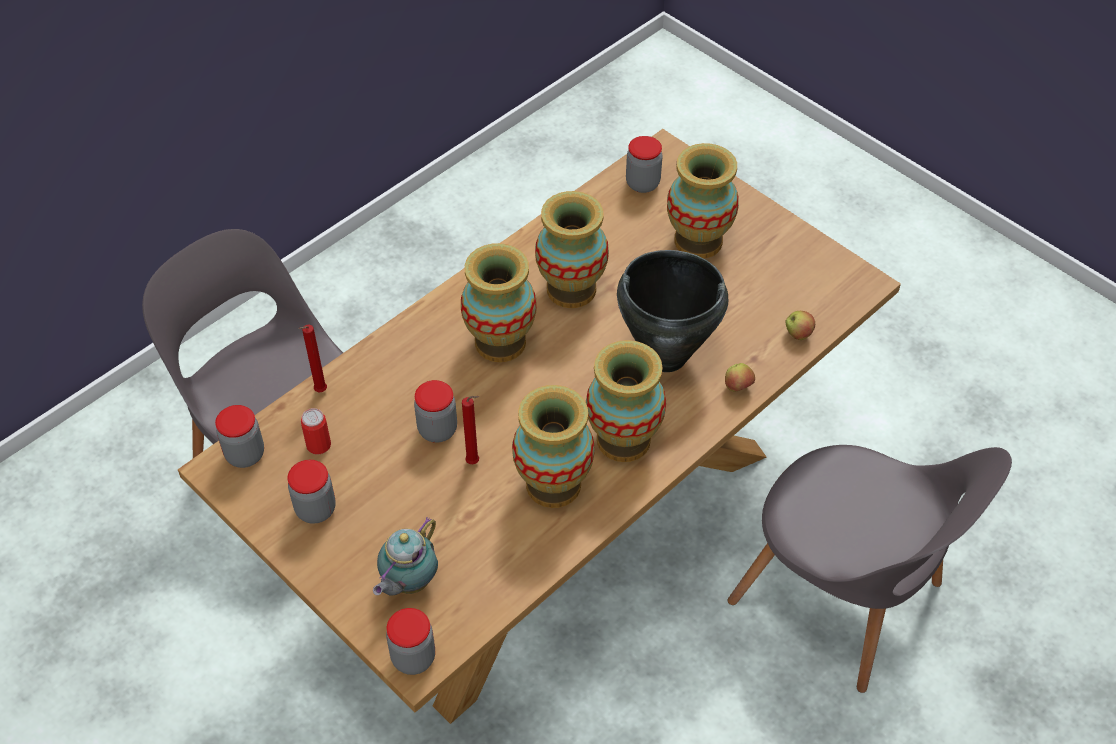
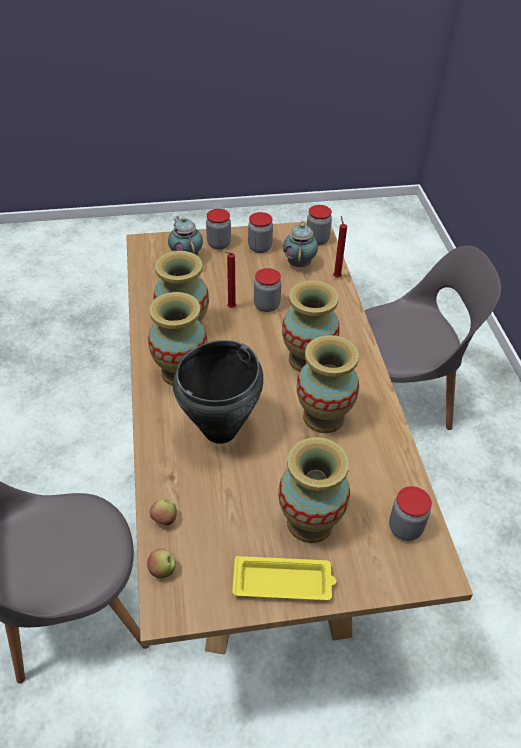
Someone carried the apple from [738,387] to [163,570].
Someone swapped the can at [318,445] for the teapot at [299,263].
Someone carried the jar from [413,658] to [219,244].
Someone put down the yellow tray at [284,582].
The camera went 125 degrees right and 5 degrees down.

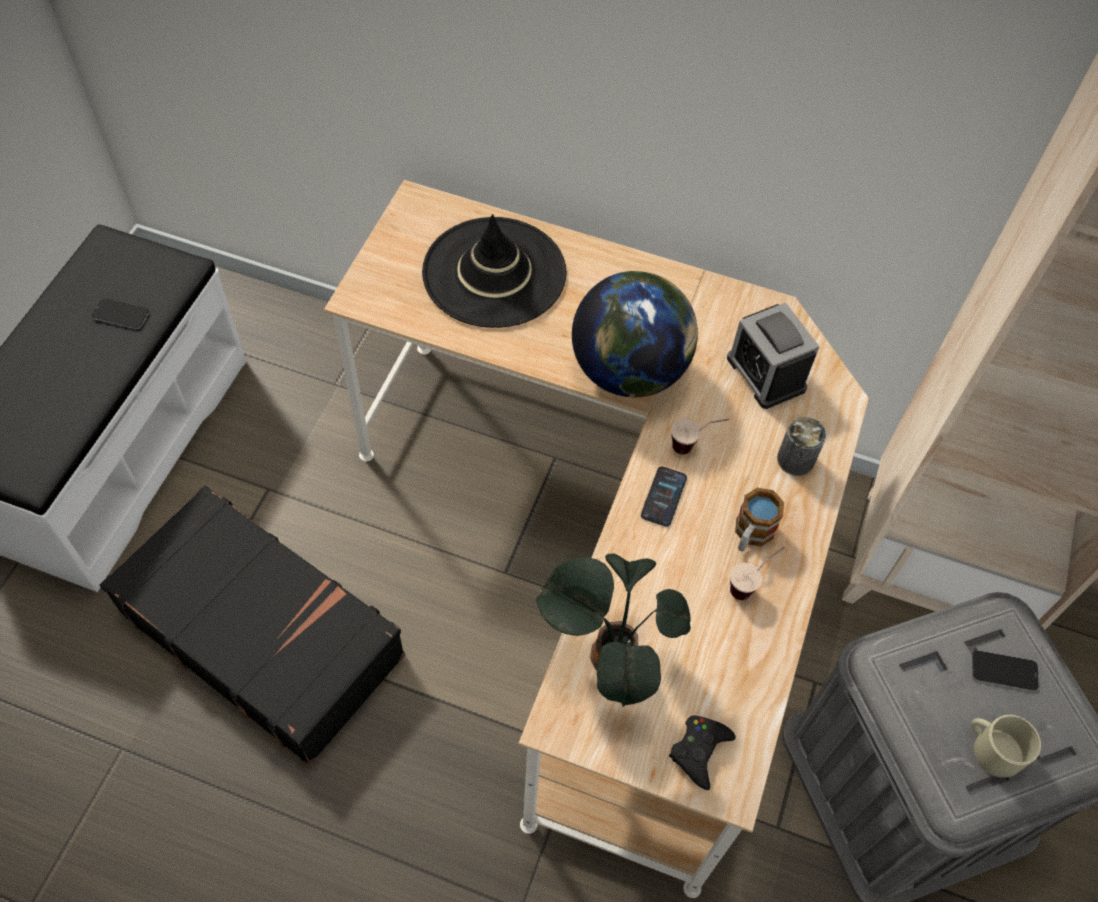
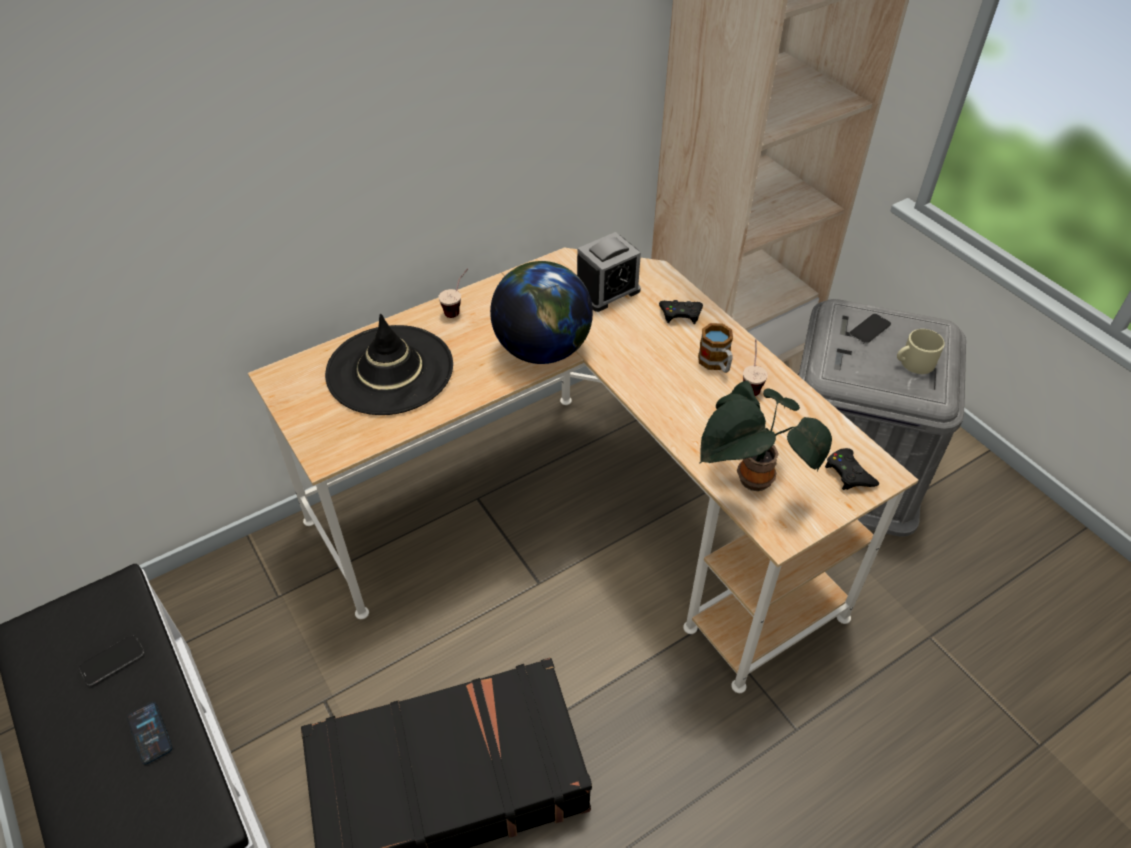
Someone rotated the alarm clock at [766,373] by 45 degrees counterclockwise.
Someone swapped the can at [795,459] for the black game controller at [680,314].
Someone carried the cup from [694,446] to [457,308].
Someone carried the phone from [663,497] to [149,733].
The camera went 50 degrees left and 10 degrees down.

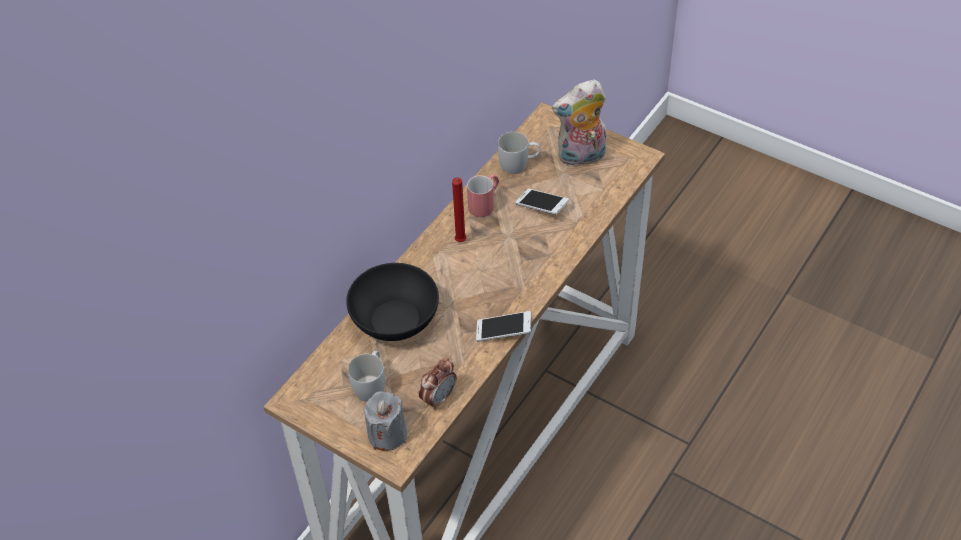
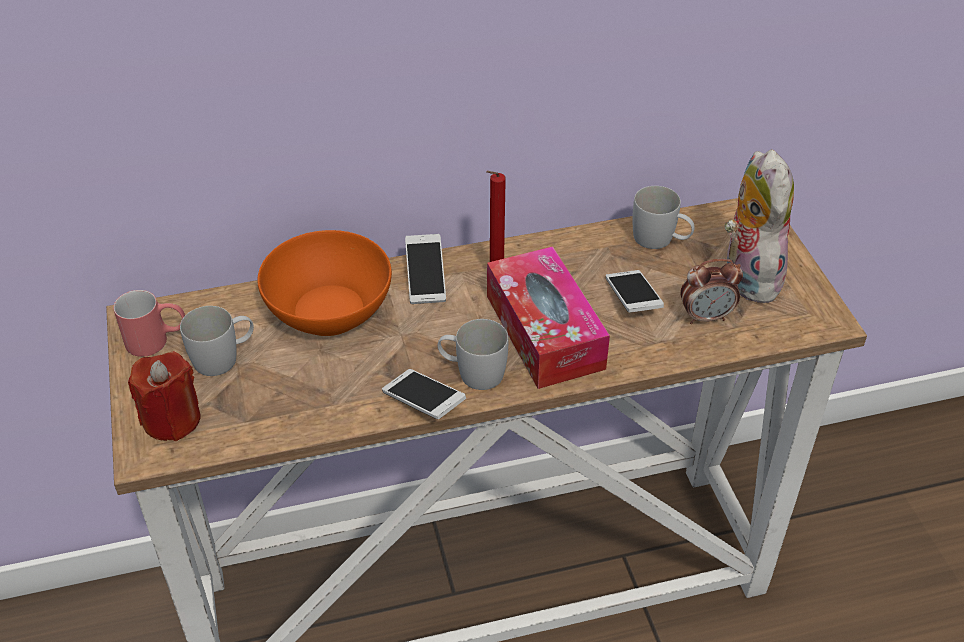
Someone rotated the plush toy at [581,157] by 60 degrees clockwise.
Someone carried the red mug from [485,203] to [157,340].
Someone repainted the black bowl at [395,320], which became the orange bowl at [328,311].
Someone carried the alarm clock from [439,398] to [706,317].
Someone repainted the grey candle at [387,434], which became the red candle at [172,419].
Someone put down the phone at [425,278].
Someone put down the tissue box at [544,332].
Someone put down the white mug at [472,372].
The camera went 40 degrees right and 5 degrees down.

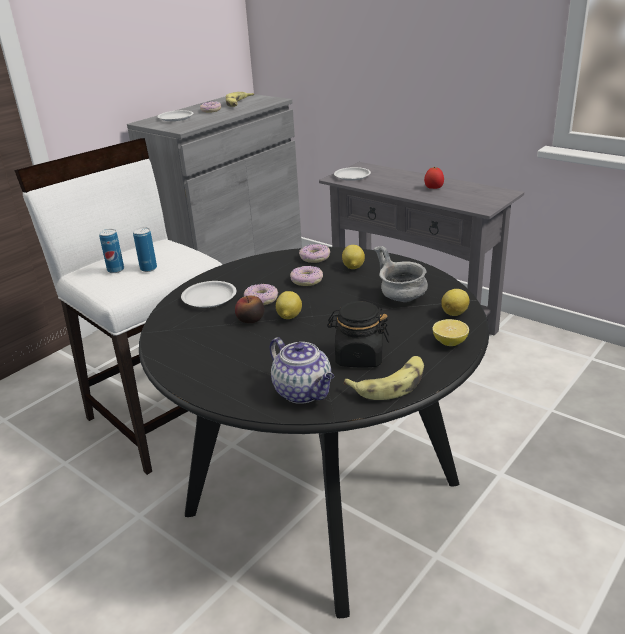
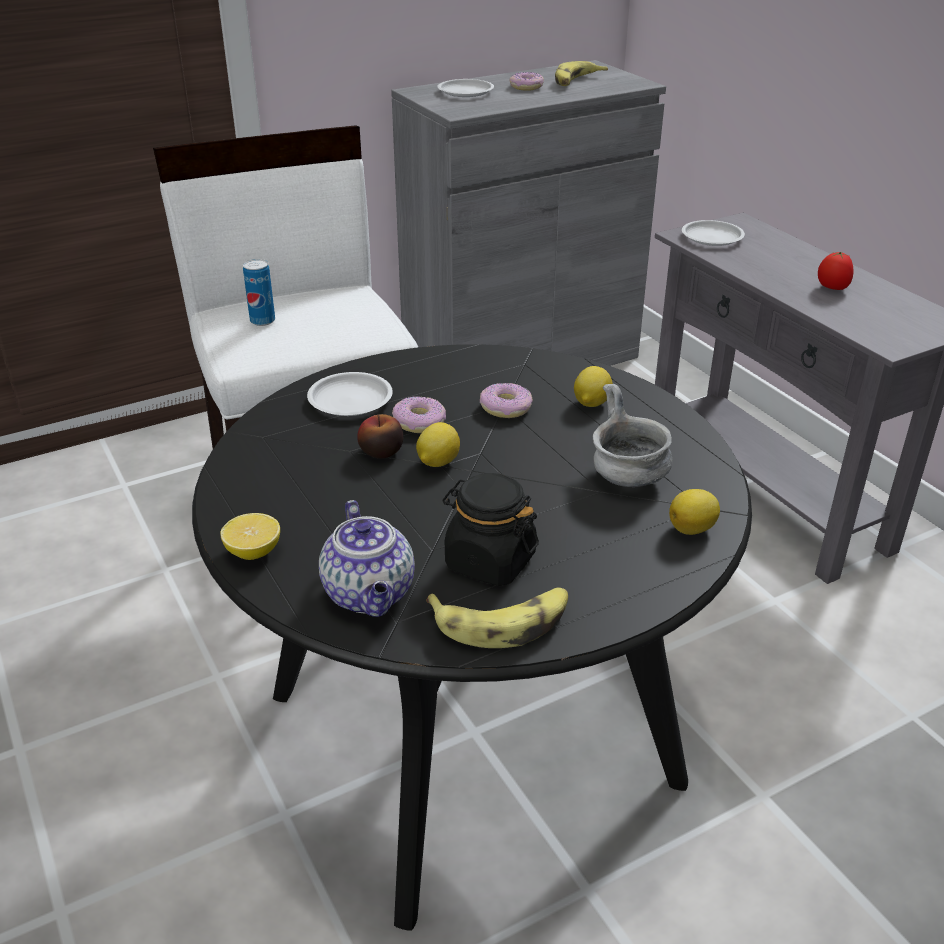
Someone took away the can at [148,268].
Someone took away the donut at [315,258].
Someone carried the lemon from [450,342] to [253,552].
The camera went 20 degrees right and 5 degrees up.

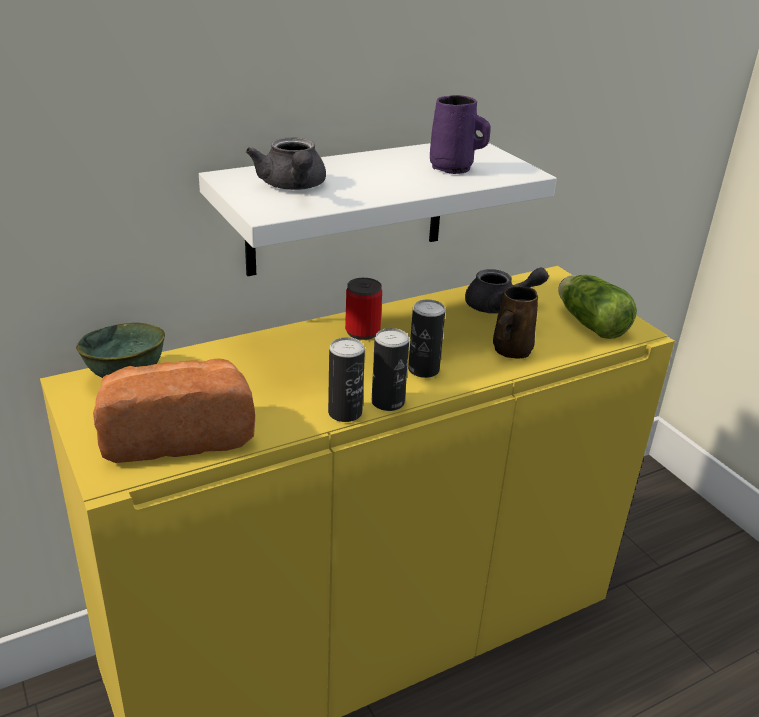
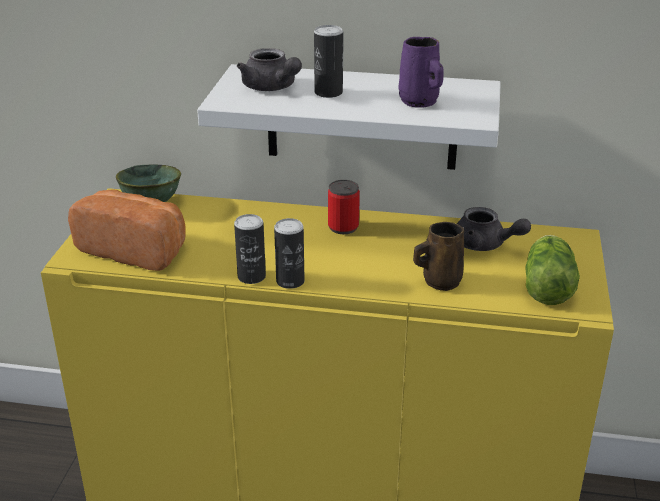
Someone rotated the grey teapot at [292,187] by 60 degrees counterclockwise.
Someone carried the can from [423,370] to [328,92].
The camera went 40 degrees right and 0 degrees up.

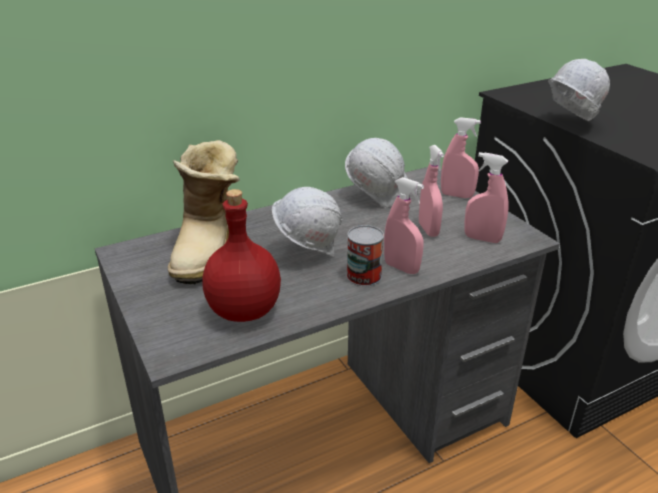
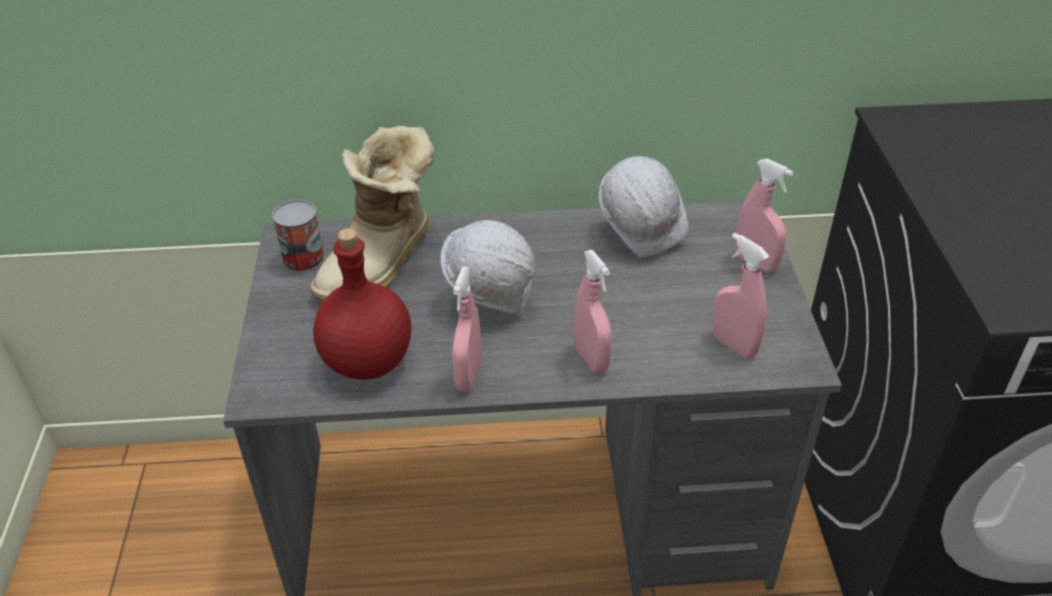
Someone took away the white hard hat at [567,124].
Someone carried the pink spray bottle from [428,230] to [468,376].
Someone carried the can from [364,276] to [303,258].
The camera went 25 degrees right and 10 degrees up.

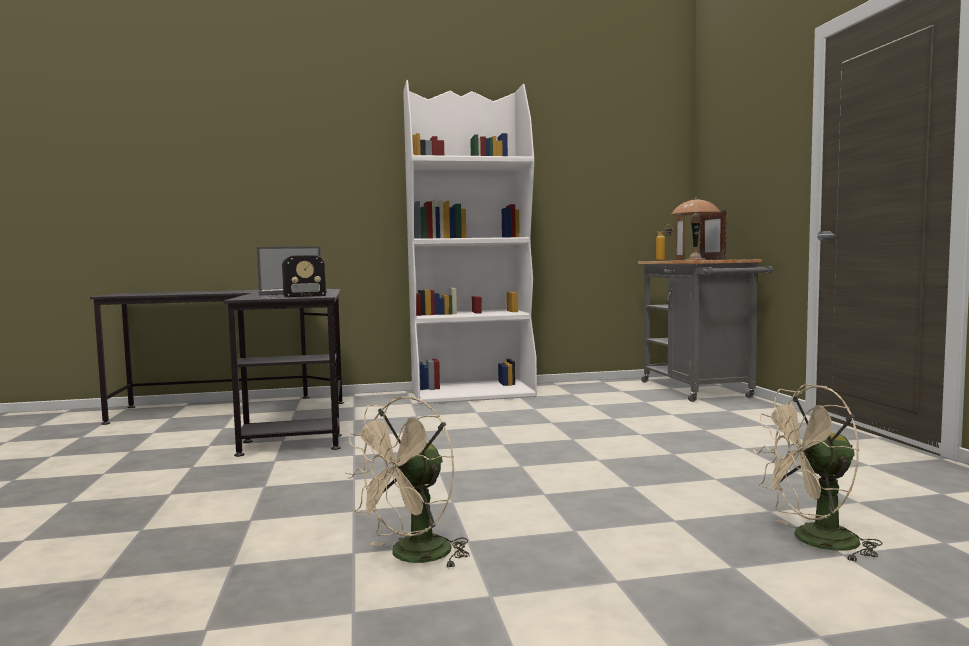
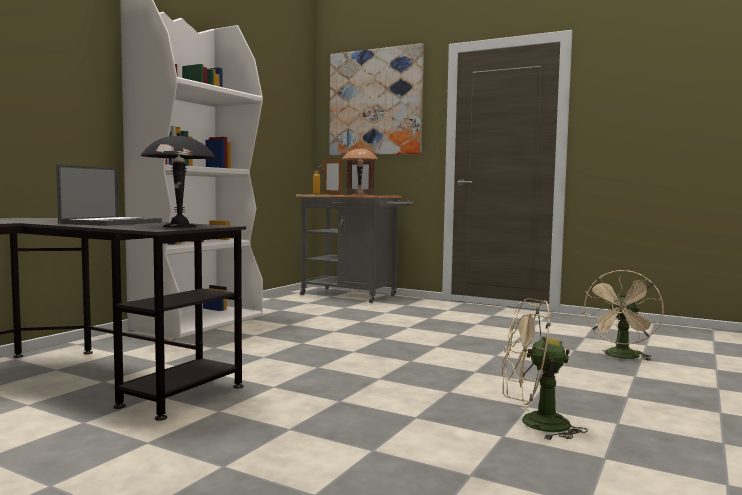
Someone swapped the radio at [289,296] for the black table lamp at [179,226].
Someone rotated the beige fan at [412,557] by 105 degrees clockwise.
Someone put up the picture at [375,102].
The camera went 50 degrees left and 0 degrees up.

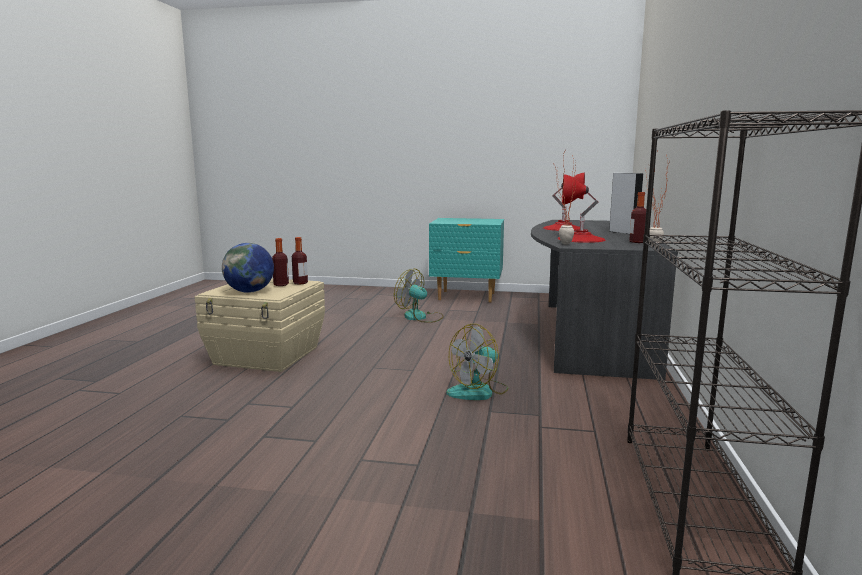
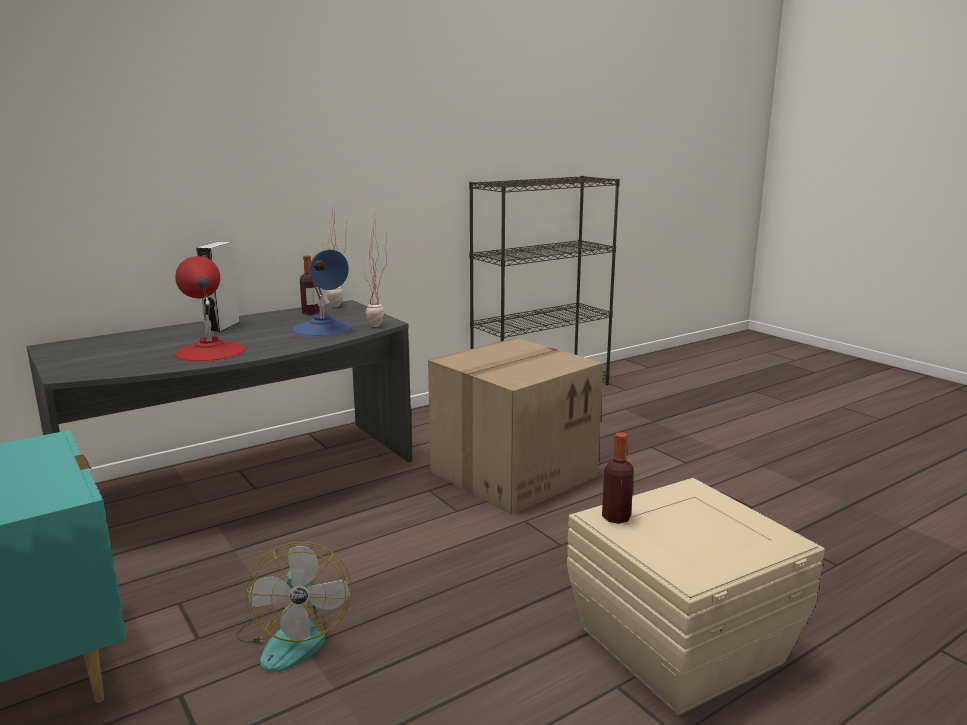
Someone repainted the red table lamp at [581,239], which became the blue table lamp at [323,328].
Someone took away the bottle at [281,284].
Someone took away the globe at [250,291].
Someone swapped the fan at [478,391] for the cardboard box at [513,472].
The camera went 135 degrees left and 5 degrees up.

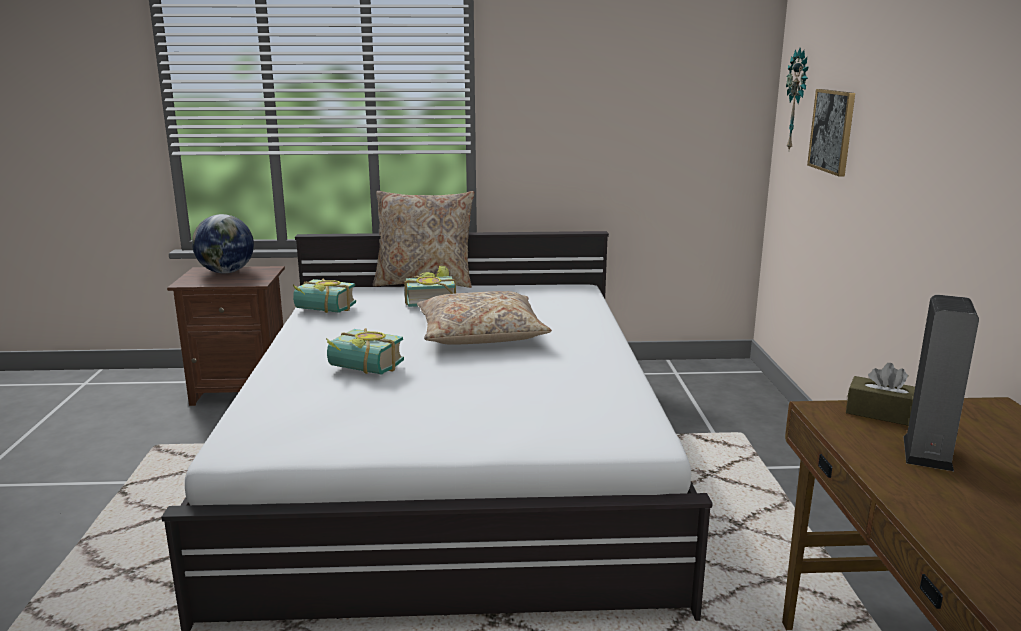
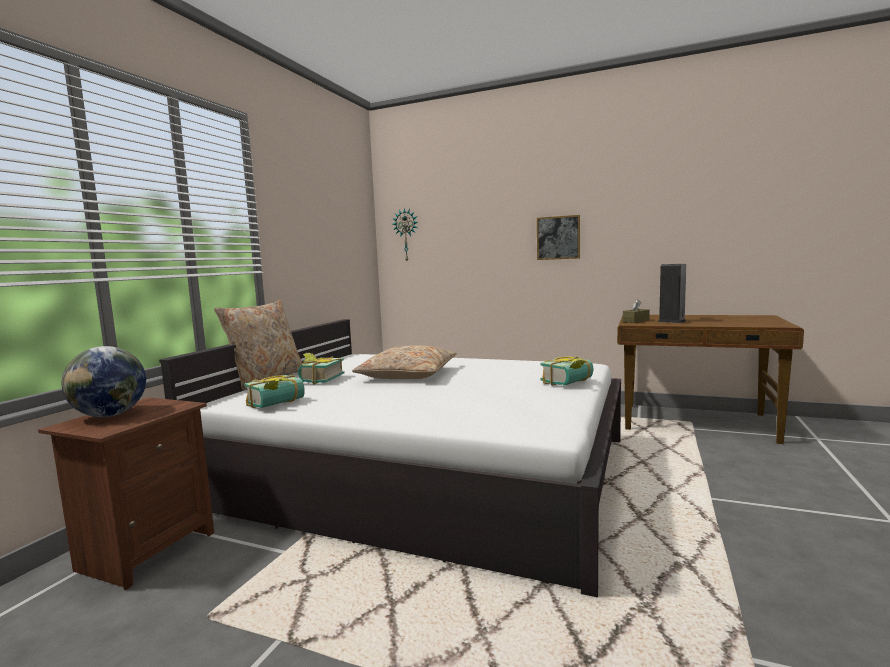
Someone carried the picture from [832,131] to [558,237].
Someone carried the book from [362,370] to [571,383].
The camera went 65 degrees left and 10 degrees down.

